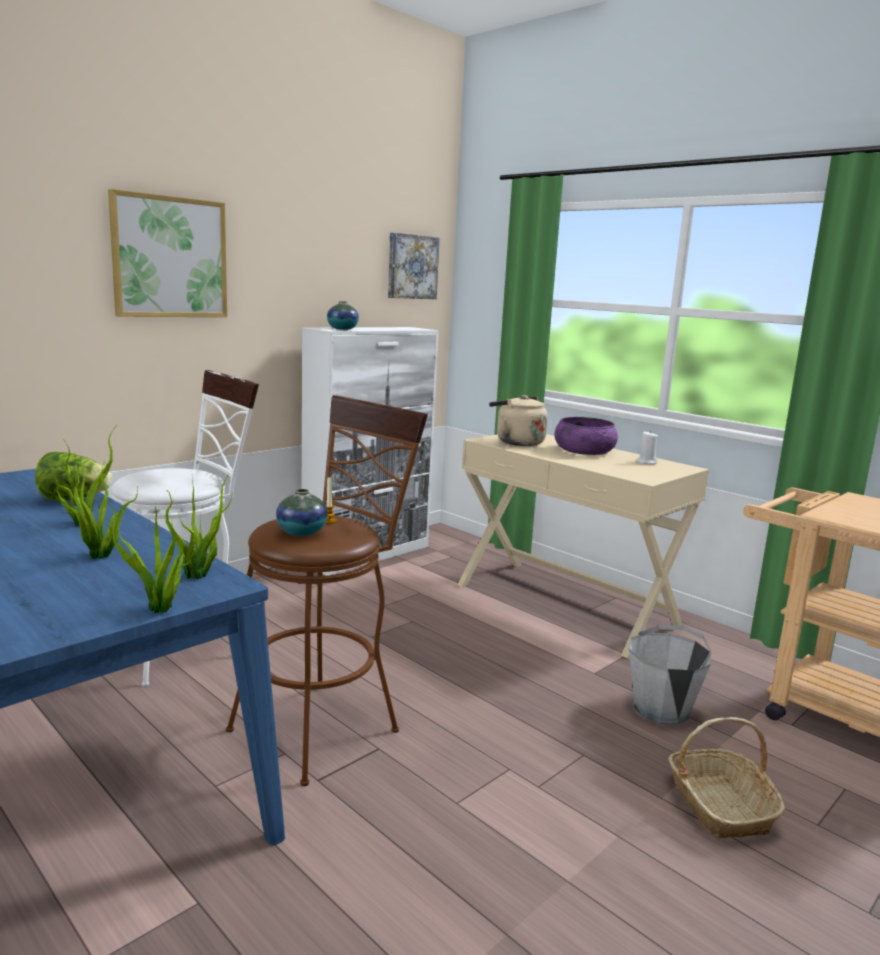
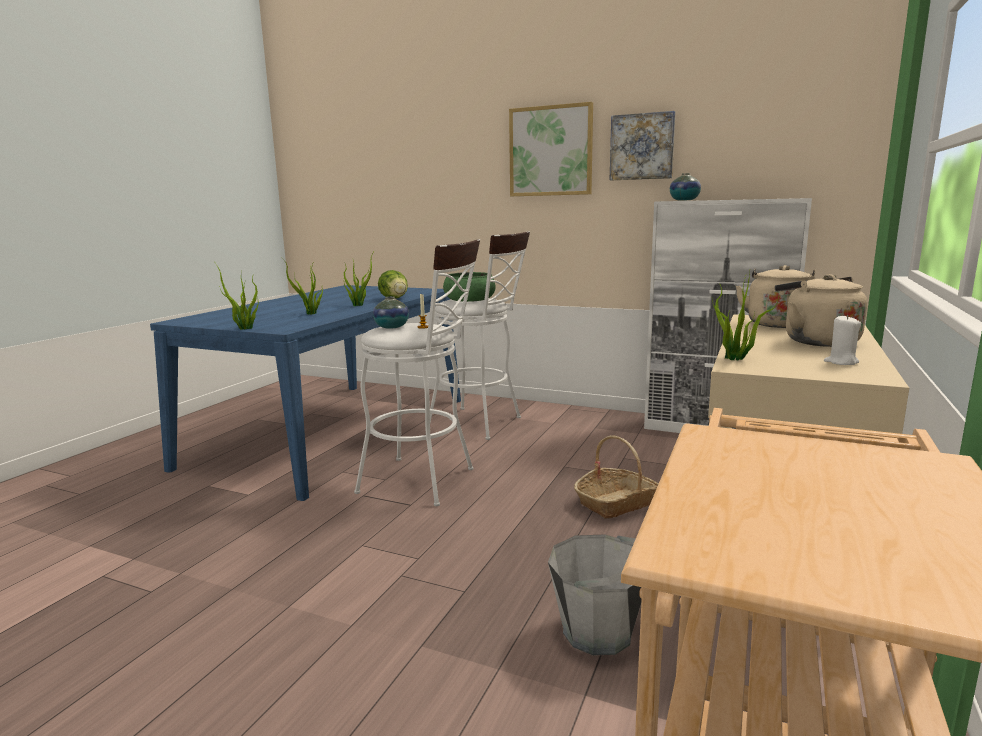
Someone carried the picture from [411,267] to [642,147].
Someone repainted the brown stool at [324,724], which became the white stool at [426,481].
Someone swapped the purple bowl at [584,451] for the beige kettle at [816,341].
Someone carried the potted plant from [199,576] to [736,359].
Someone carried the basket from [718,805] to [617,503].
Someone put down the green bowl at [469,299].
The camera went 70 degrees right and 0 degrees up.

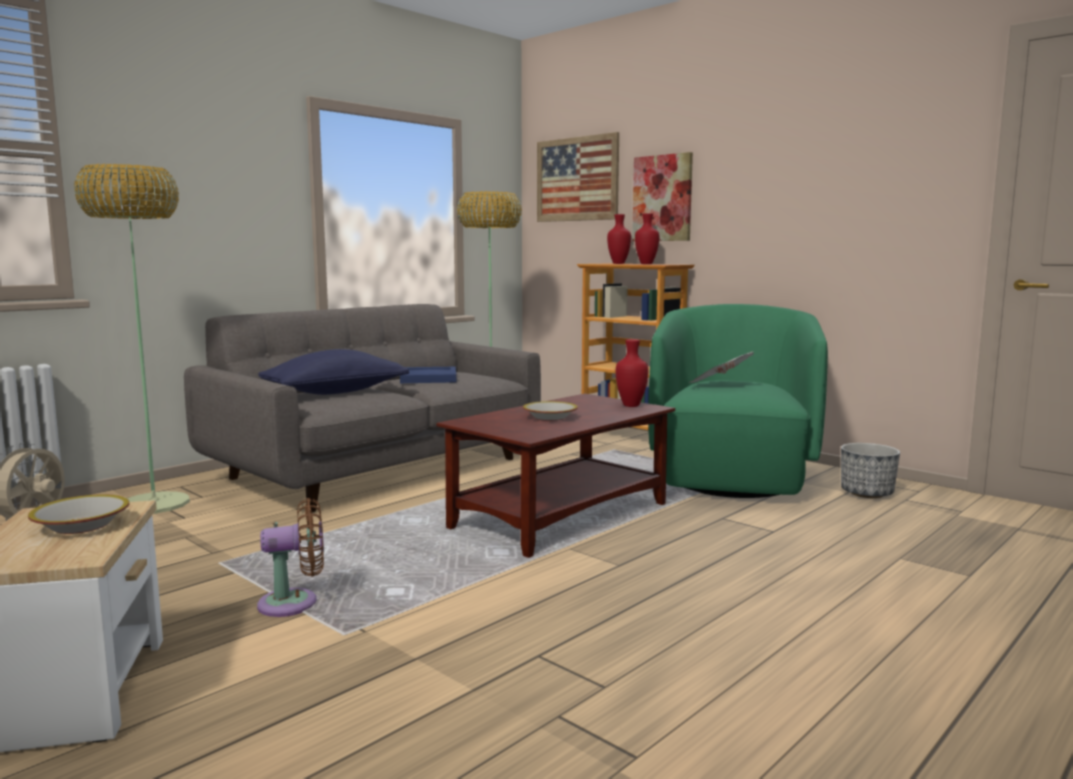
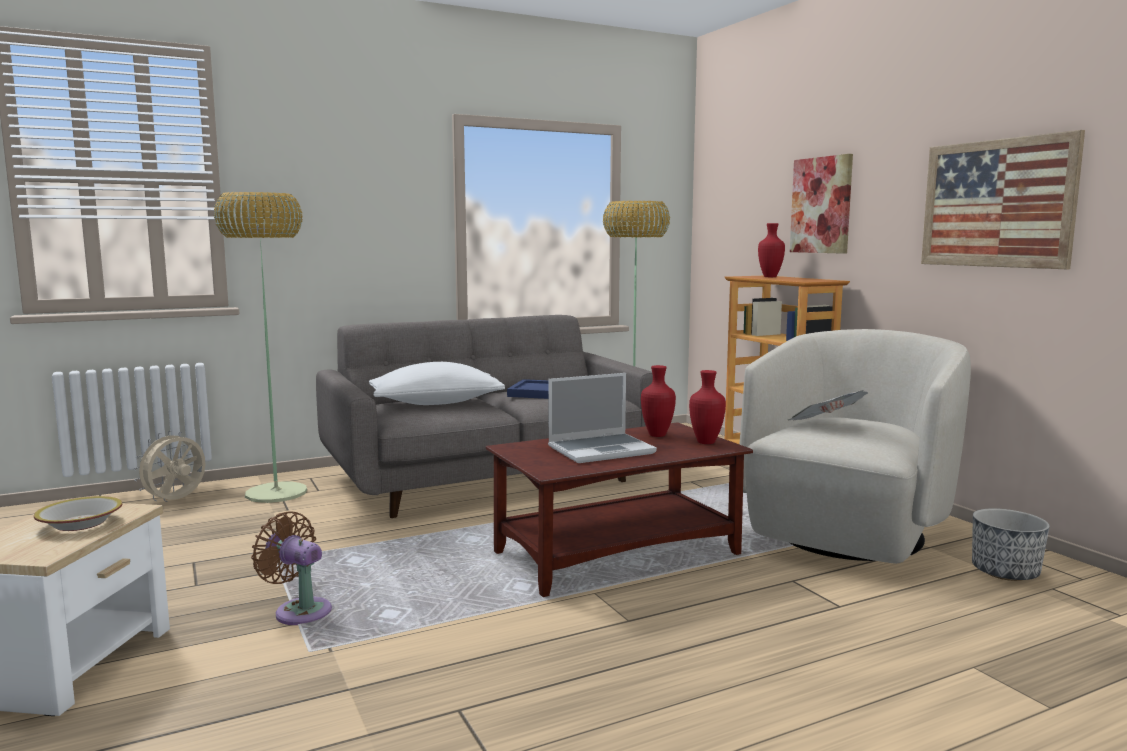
Someone carried the picture from [577,179] to [996,203].
Someone carried the red vase from [647,264] to [658,435].
Someone repainted the green armchair at [732,478], which became the beige armchair at [848,532].
Someone repainted the blue pillow at [335,392], which became the white pillow at [436,403].
Someone swapped the bowl at [550,417] for the laptop at [601,450].
Someone rotated the brown fan at [295,603] by 150 degrees counterclockwise.
The camera went 20 degrees right and 0 degrees up.

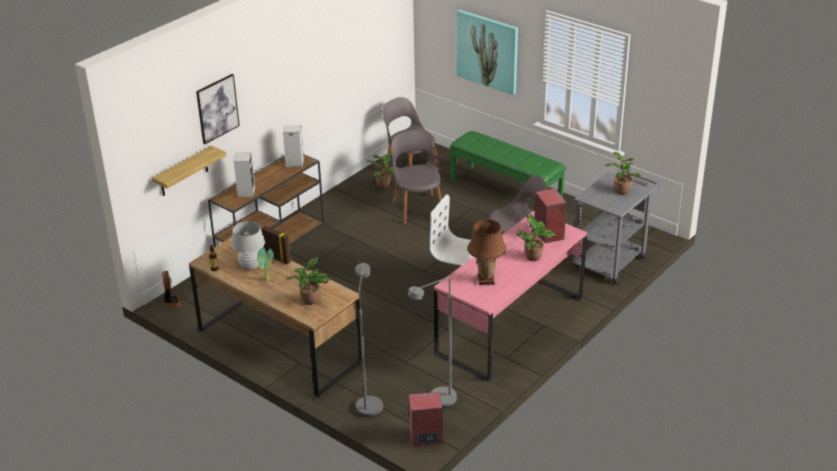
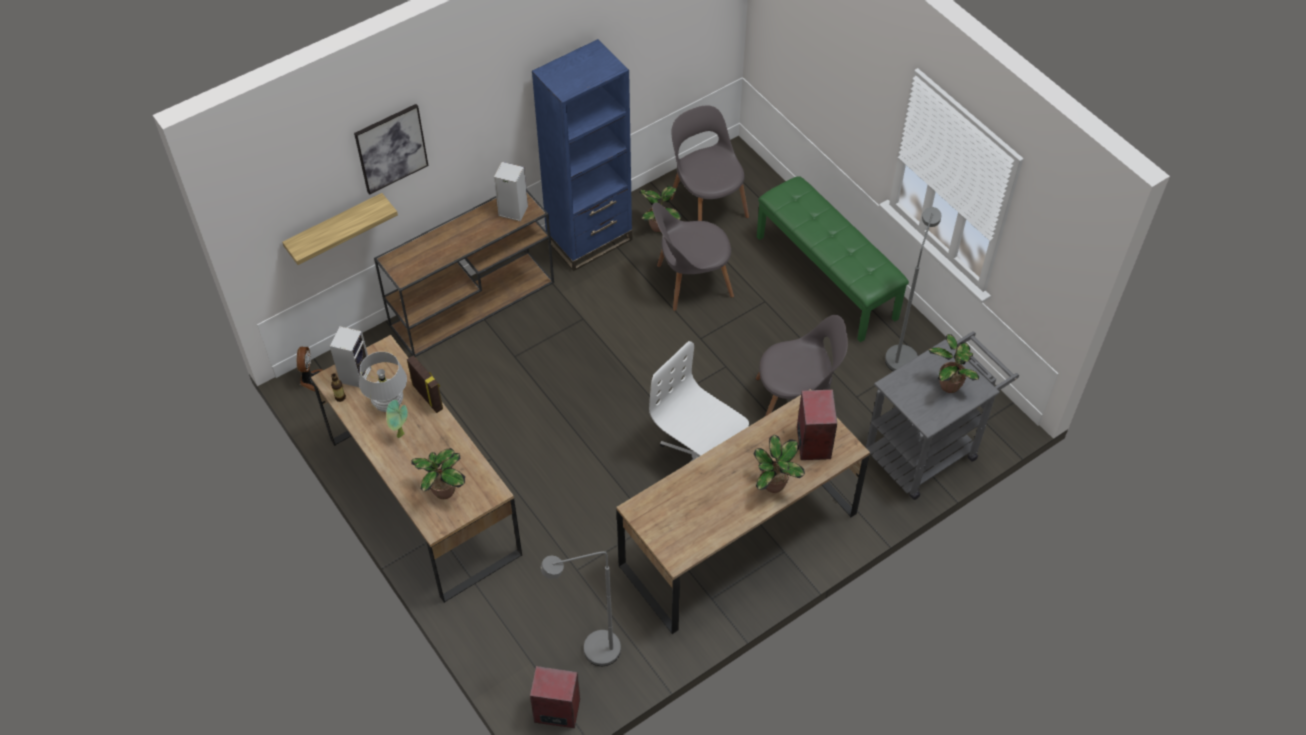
Someone took away the picture at [488,51].
Someone rotated the grey chair at [417,208] by 105 degrees counterclockwise.
Someone carried the speaker from [246,191] to [355,374].
Someone repainted the pink desk at [510,325], which became the brown desk at [738,539].
Someone took away the brown table lamp at [486,280].
Someone carried the grey floor lamp from [369,402] to [902,353].
Someone put down the blue bookcase at [589,240].
The camera went 15 degrees right and 20 degrees up.

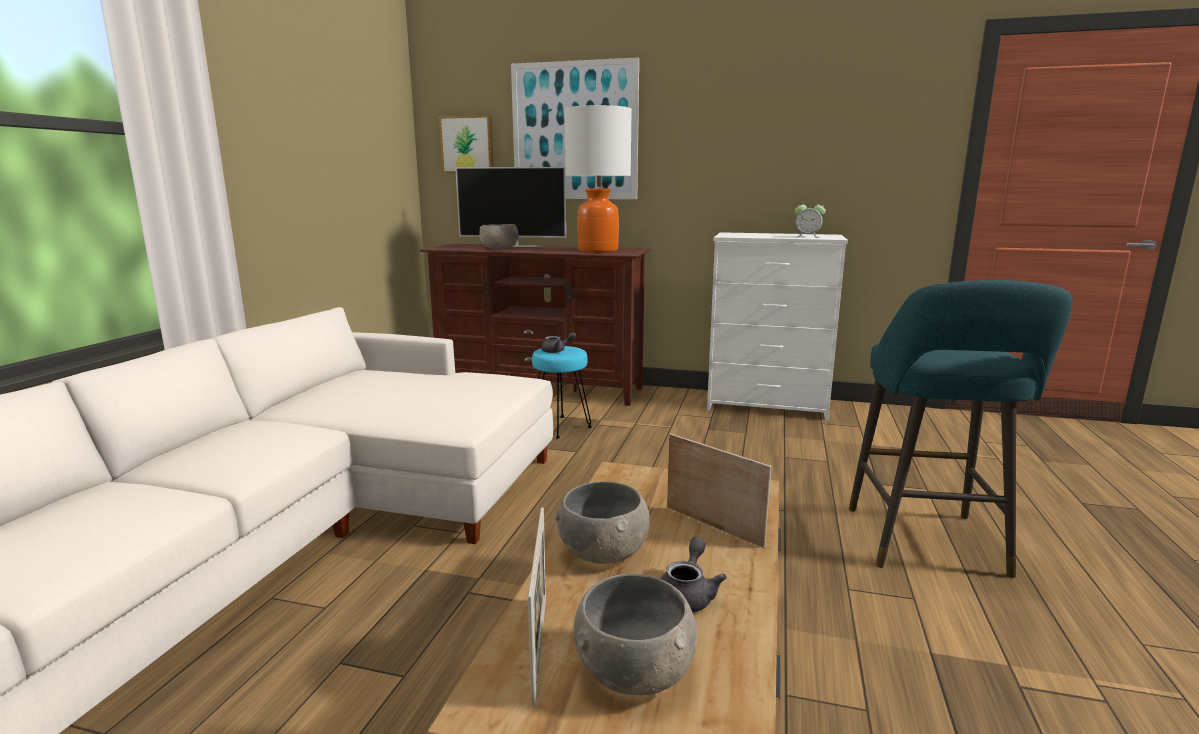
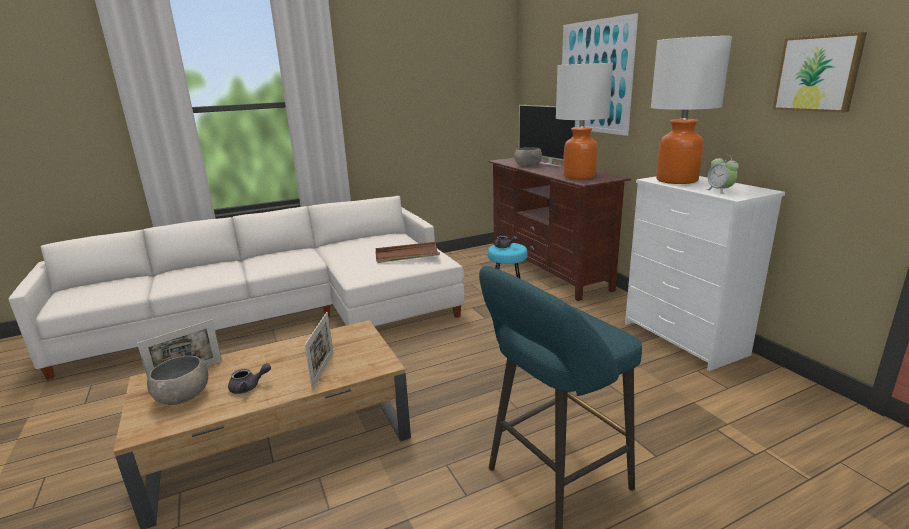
Someone carried the picture from [468,144] to [818,73].
Someone took away the grey bowl at [603,550].
Someone put down the table lamp at [677,180].
Someone put down the brown tray at [407,255].
The camera went 50 degrees right and 5 degrees up.

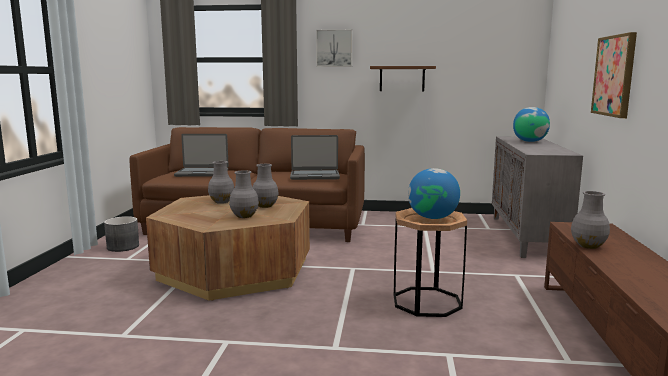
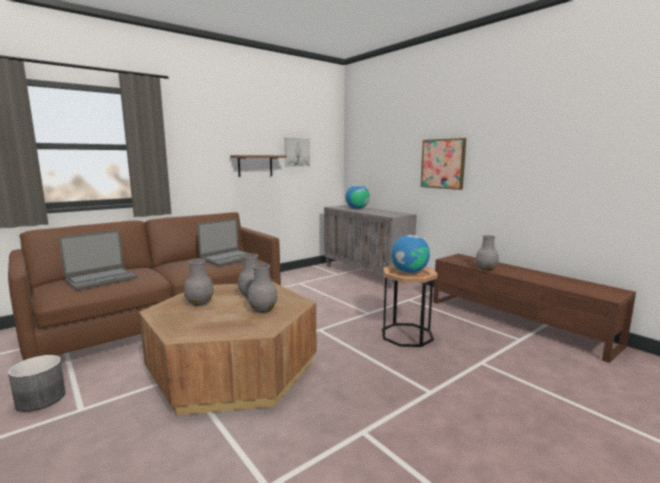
Someone carried the picture from [334,48] to [296,152].
The camera went 45 degrees left and 0 degrees up.

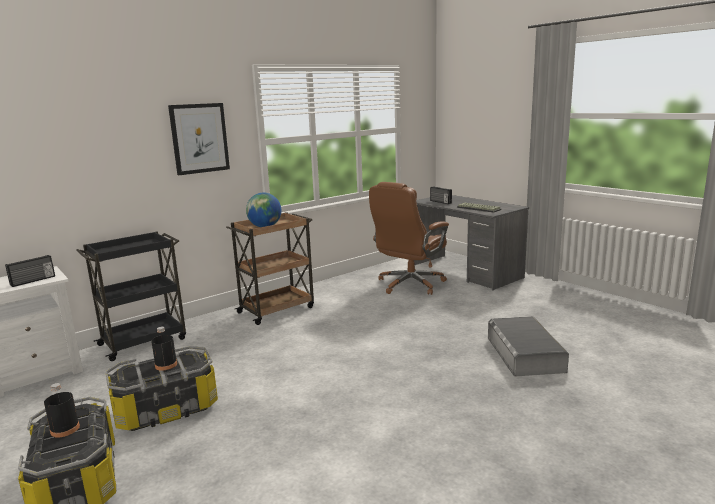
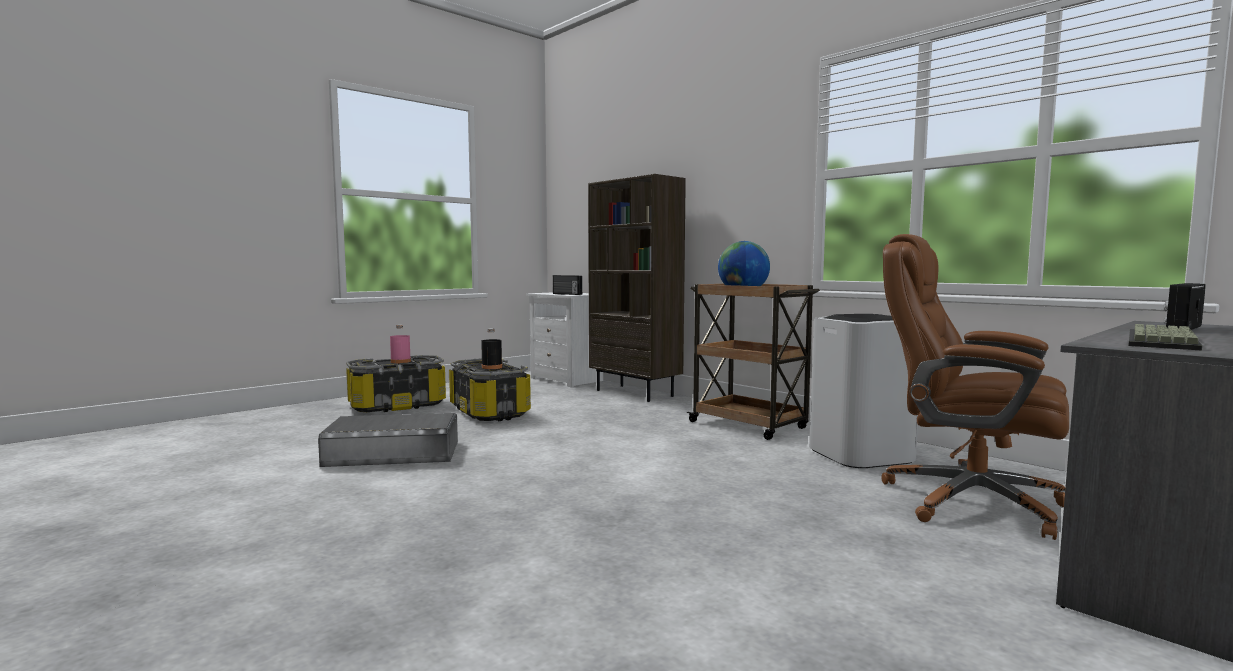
Someone took away the picture at [199,138].
Someone swapped the black cart at [144,341] for the brown bookcase at [635,393].
Someone carried the grey storage box from [525,354] to [393,453].
Someone repainted the black bottle at [65,429], which became the pink bottle at [400,362].
Someone put down the white trash can at [861,454].
The camera went 85 degrees right and 10 degrees down.

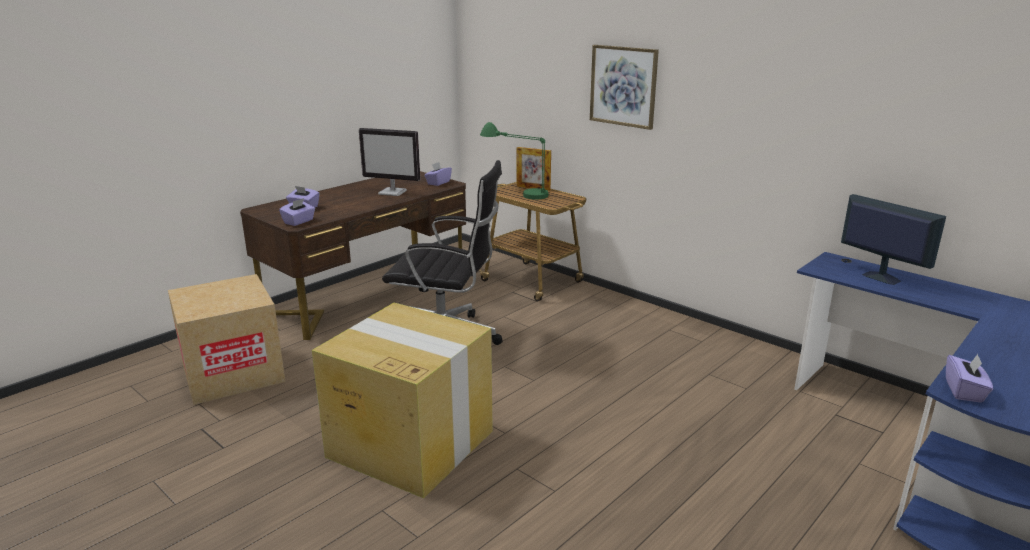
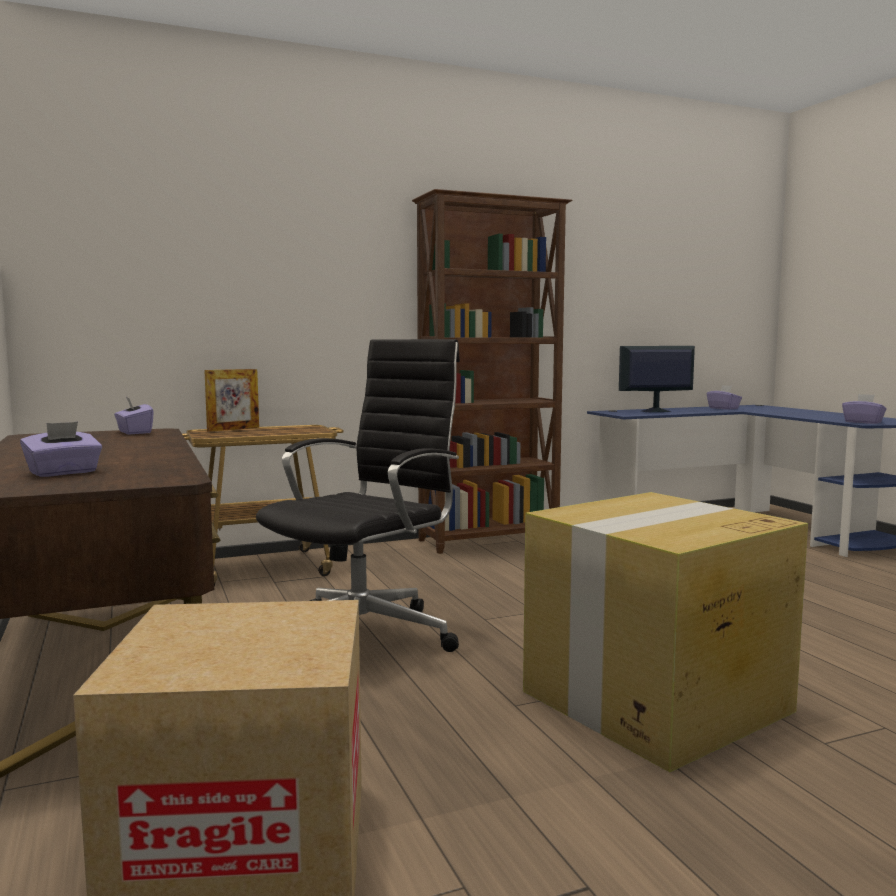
Someone took away the picture at [623,86].
Someone took away the green table lamp at [516,192].
Someone took away the monitor at [393,192].
Someone carried the purple tissue box from [299,222] to [723,408].
Someone put down the brown bookcase at [490,540].
The camera went 65 degrees left and 15 degrees down.

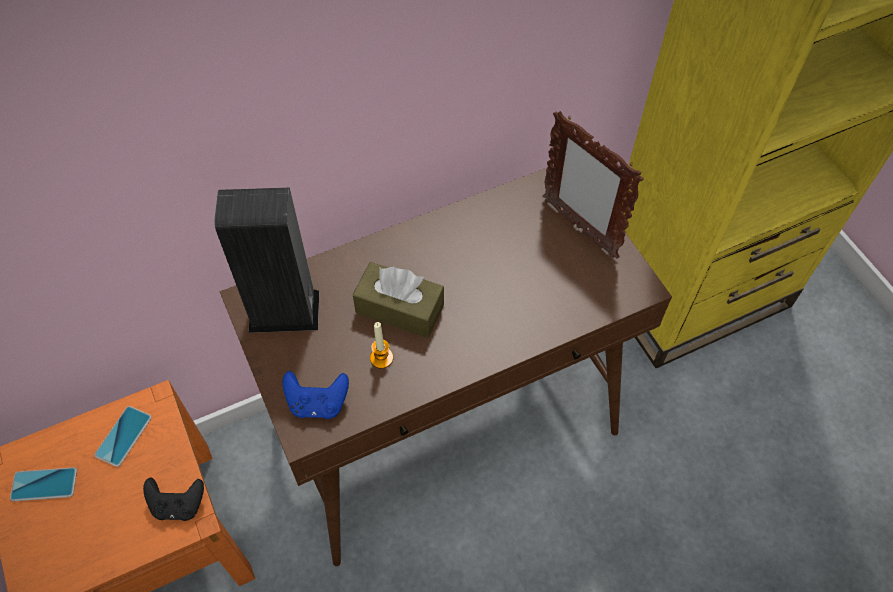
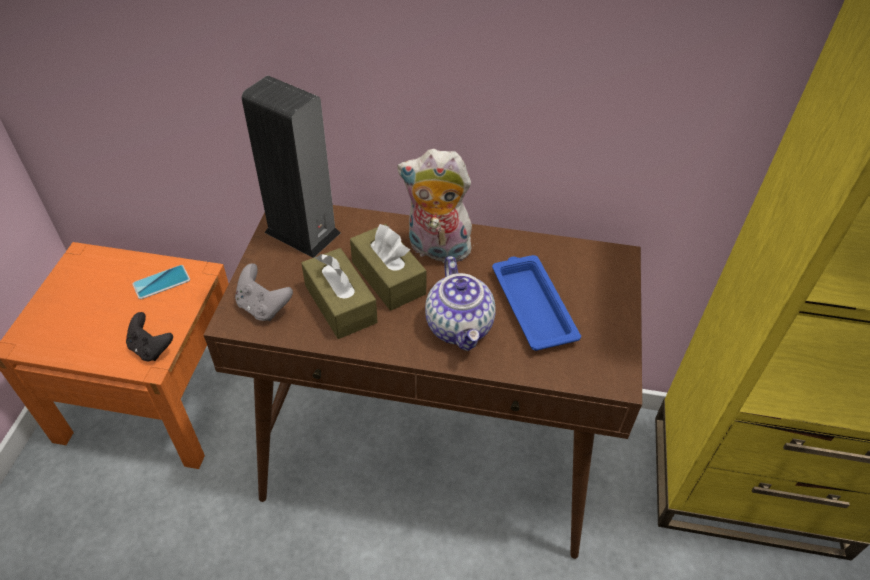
Someone took away the picture frame at [579,228].
Someone swapped the candle at [381,358] for the brown tissue box at [340,304].
Someone repainted the blue game controller at [318,403], which became the grey game controller at [263,307].
Someone took away the phone at [44,484].
Someone put down the plush toy at [436,250].
Someone put down the blue tray at [532,305].
Someone put down the teapot at [460,327].
The camera went 35 degrees right and 10 degrees down.

